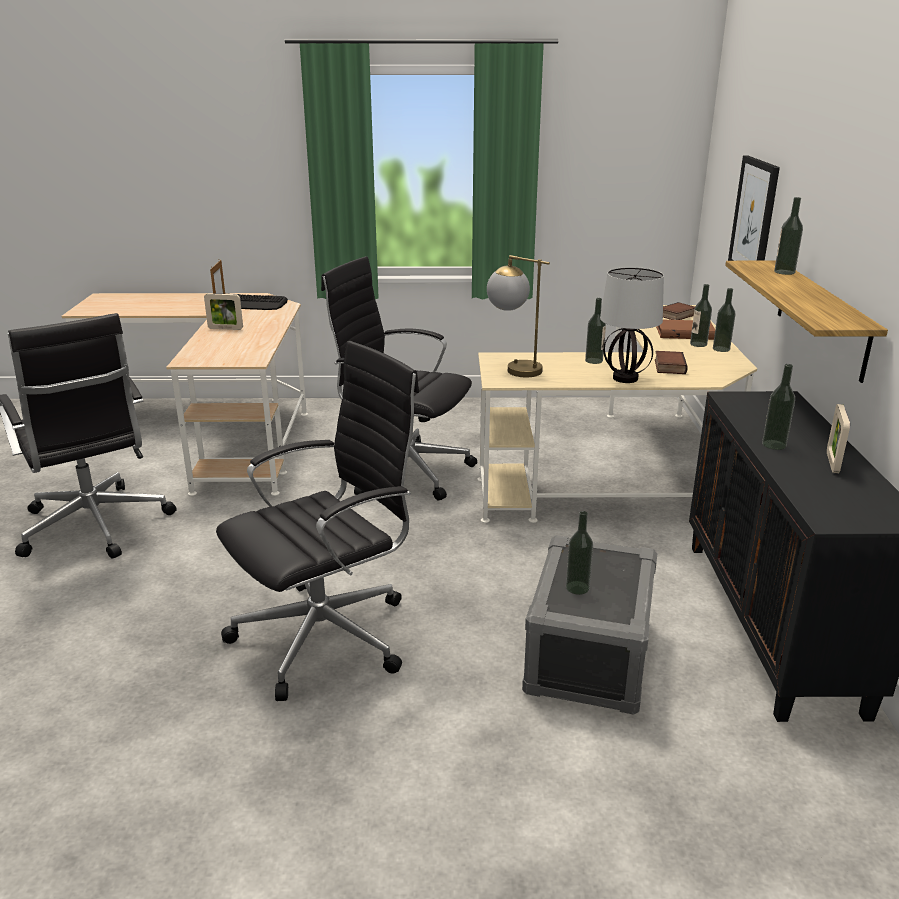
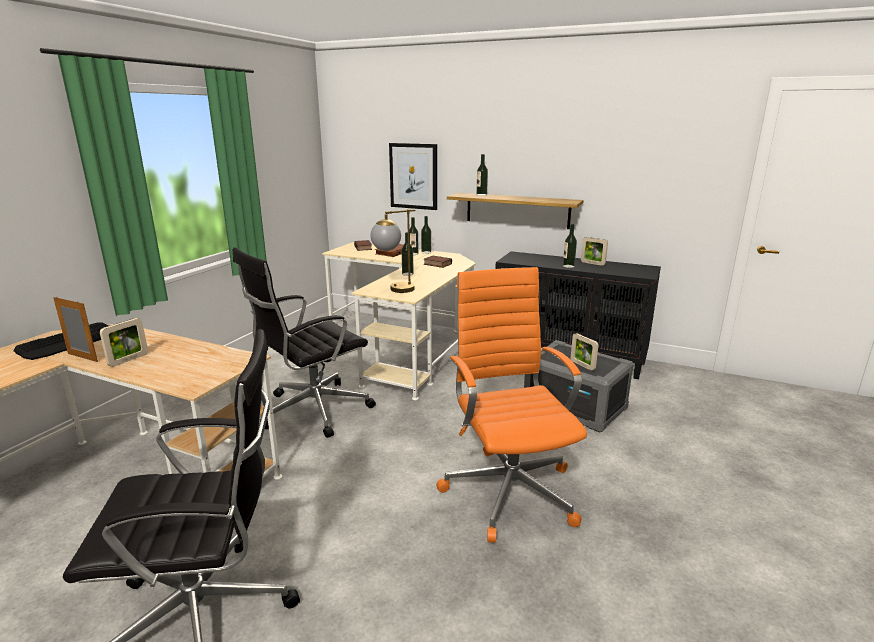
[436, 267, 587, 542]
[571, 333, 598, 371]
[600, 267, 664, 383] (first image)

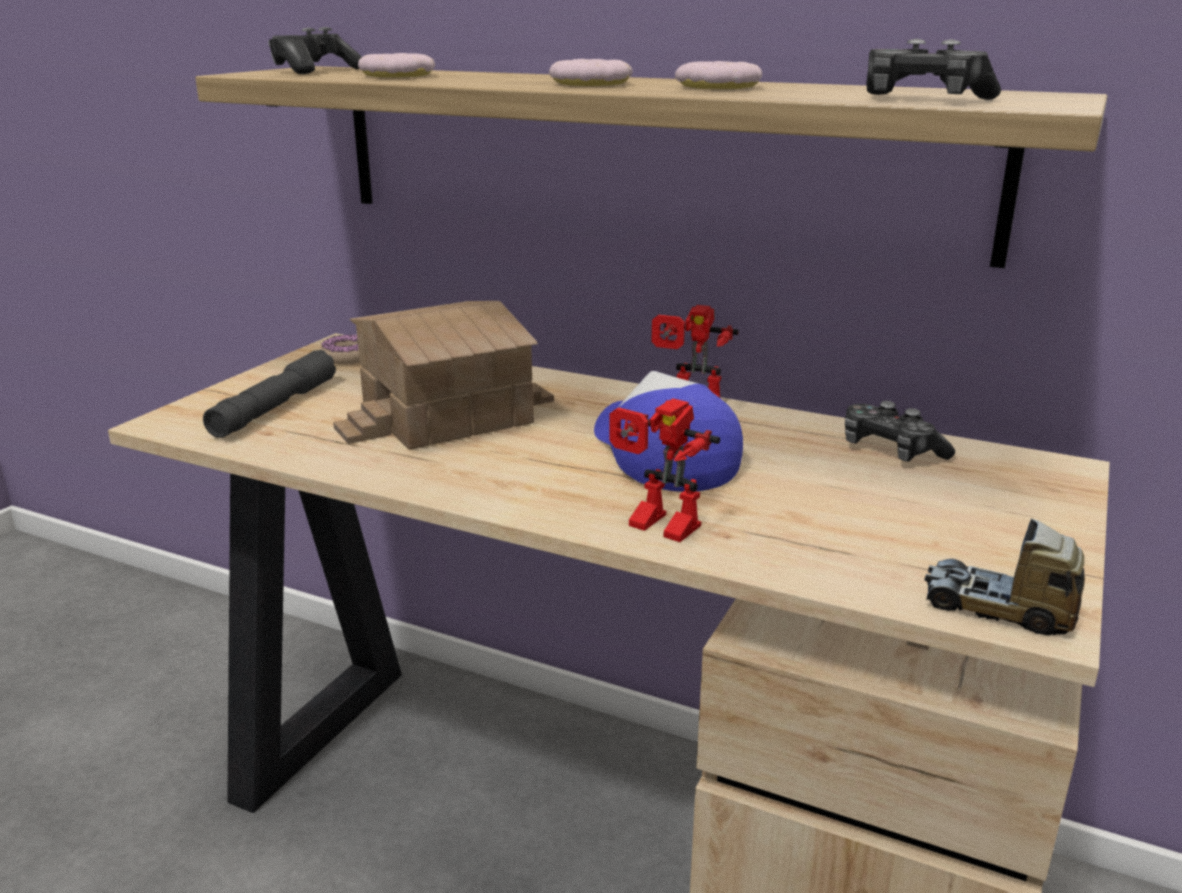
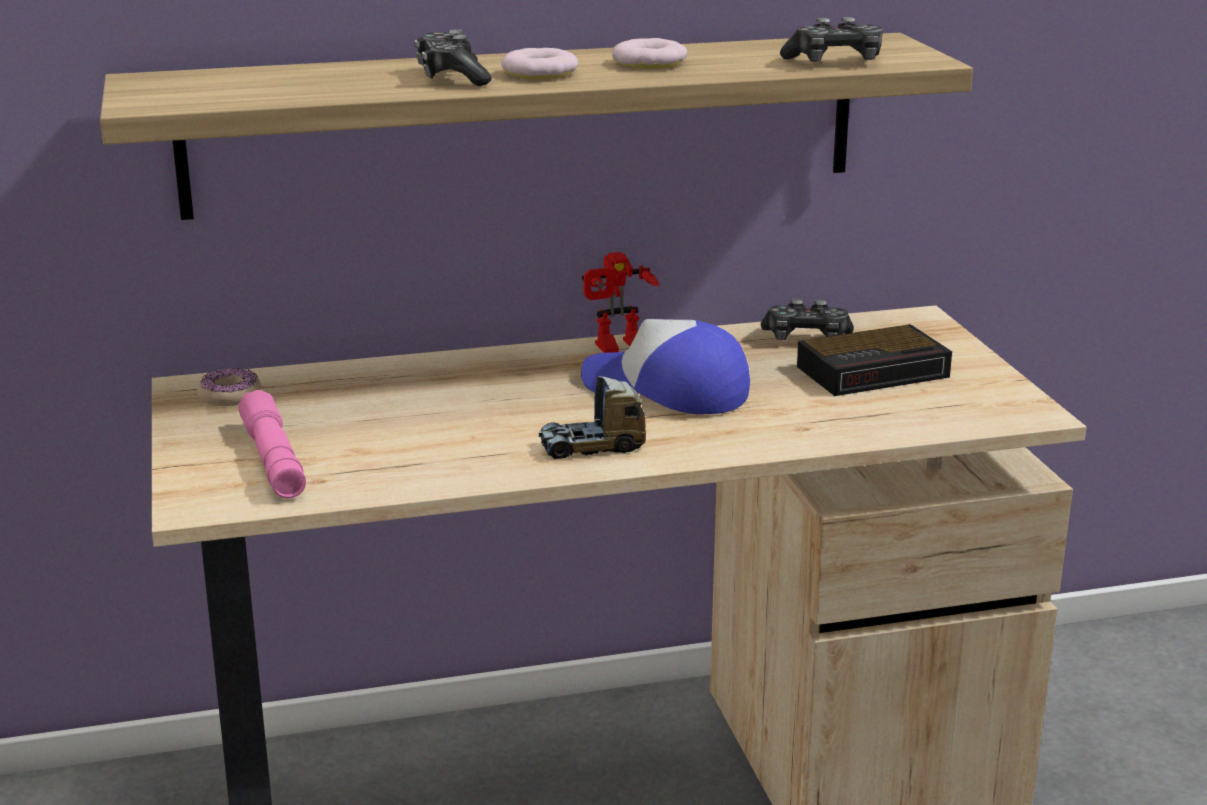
[238, 390, 306, 498]
[414, 29, 491, 86]
[333, 301, 554, 450] (first image)
[358, 53, 435, 78] (first image)
[609, 398, 720, 542] (first image)
[539, 376, 646, 459]
[797, 324, 952, 396]

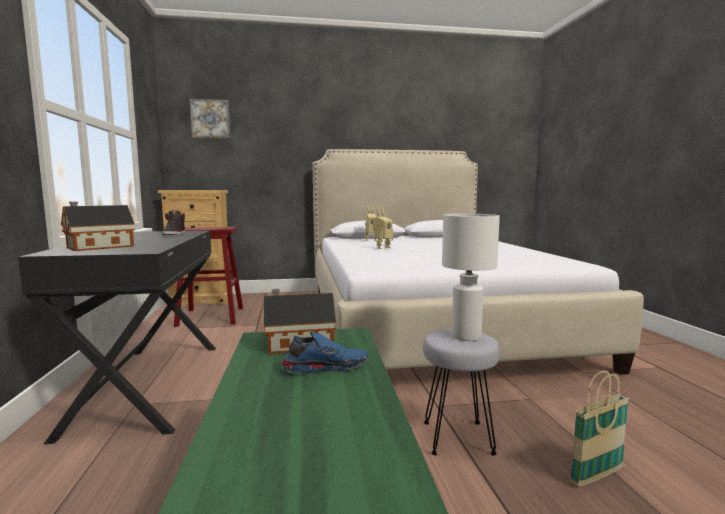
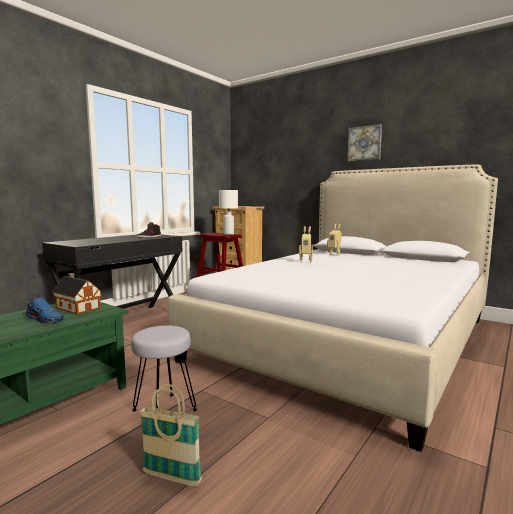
[61, 202, 135, 251] (first image)
[347, 124, 382, 161]
[219, 190, 238, 235]

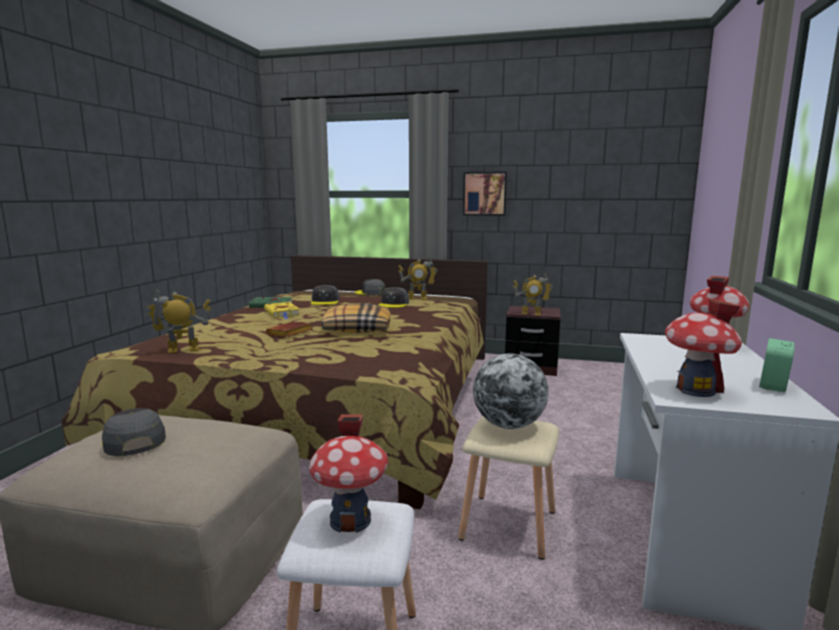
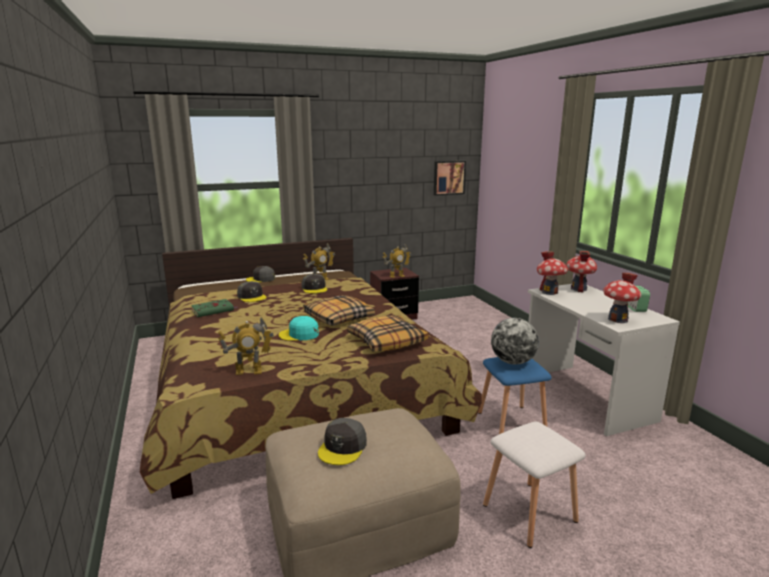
[318, 418, 367, 465]
[218, 316, 274, 375]
[264, 302, 300, 319] (first image)
[279, 316, 319, 341]
[537, 251, 568, 295]
[478, 357, 552, 434]
[434, 161, 466, 196]
[347, 315, 428, 352]

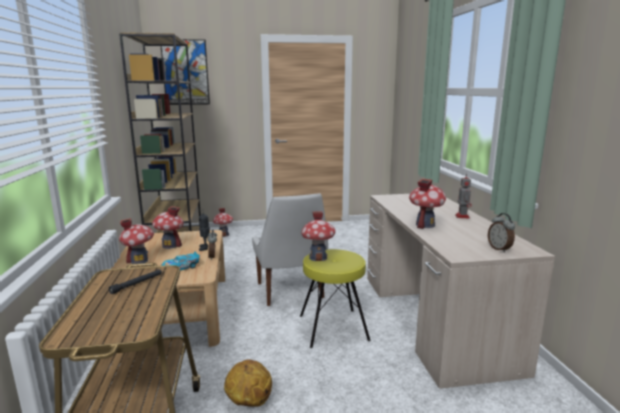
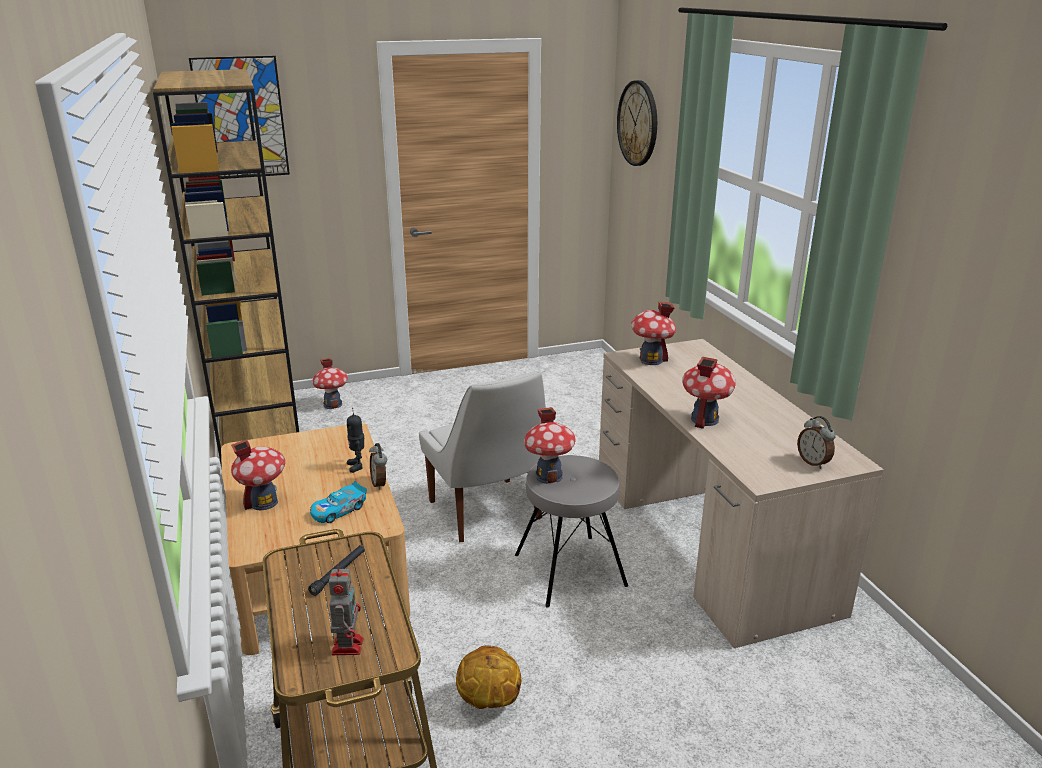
[631, 301, 676, 365]
[515, 455, 628, 607]
[329, 564, 363, 655]
[617, 80, 657, 166]

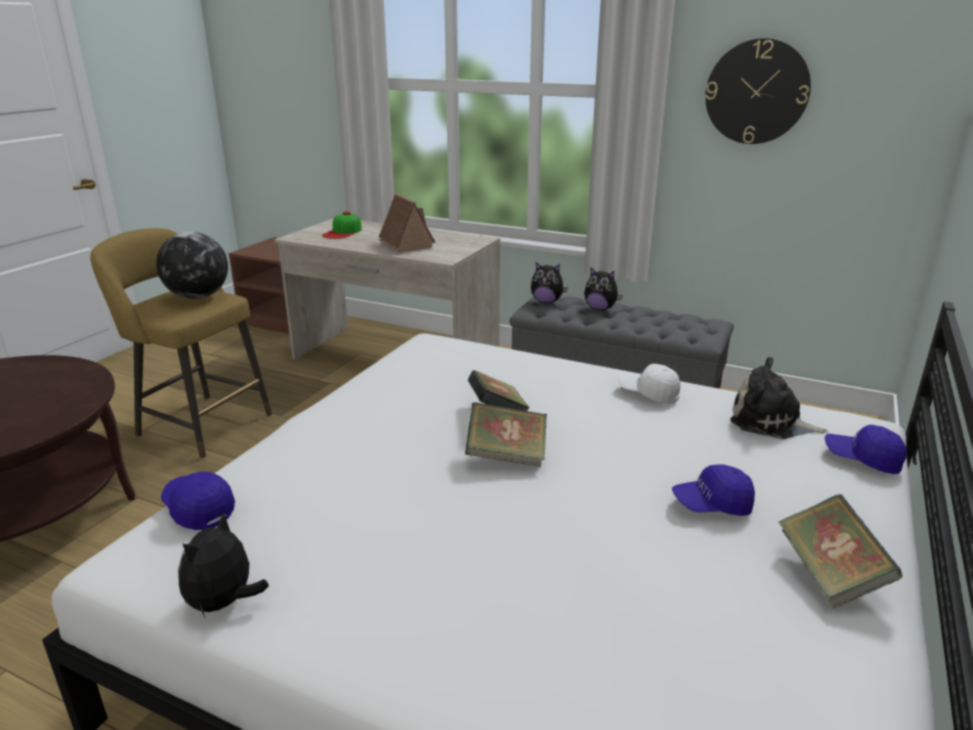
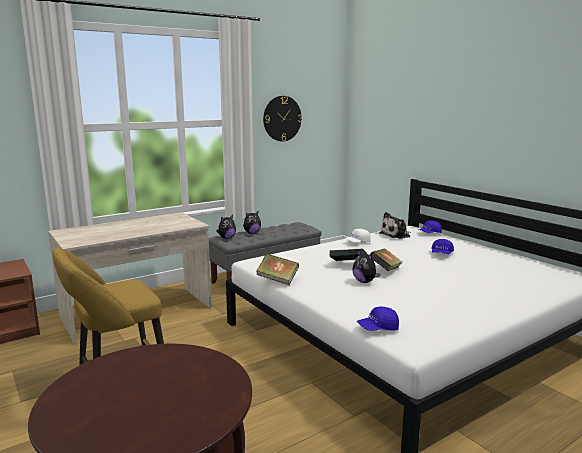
[156, 232, 228, 299] (first image)
[352, 250, 380, 283]
[322, 211, 362, 239] (first image)
[378, 193, 435, 252] (first image)
[256, 254, 299, 285]

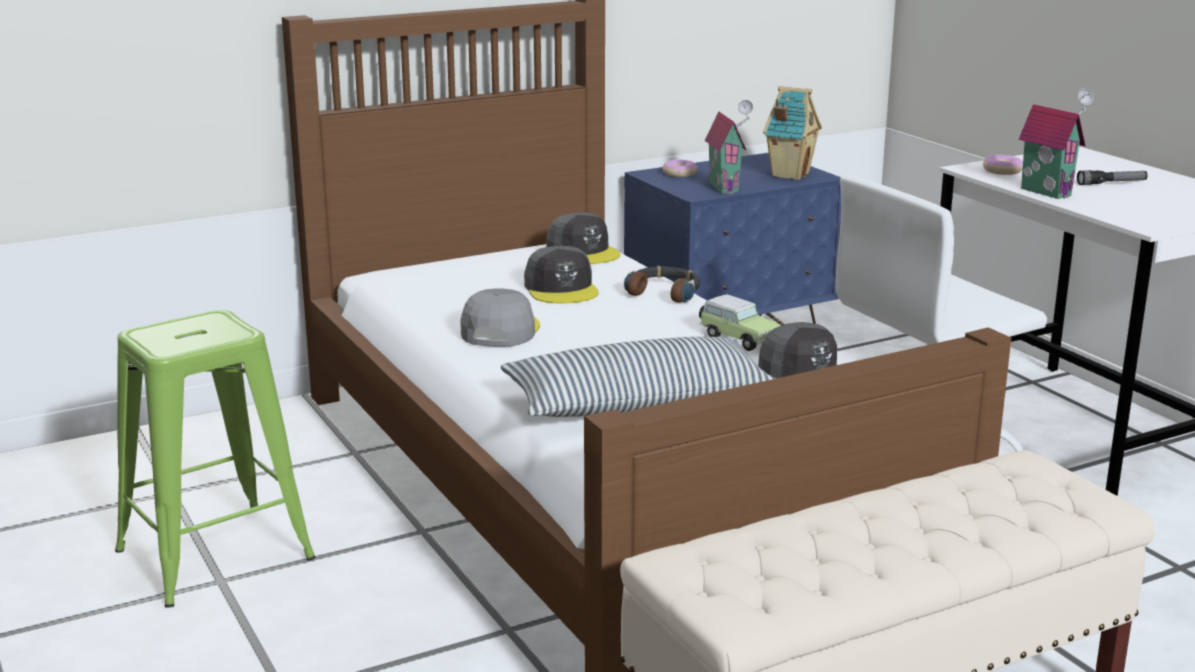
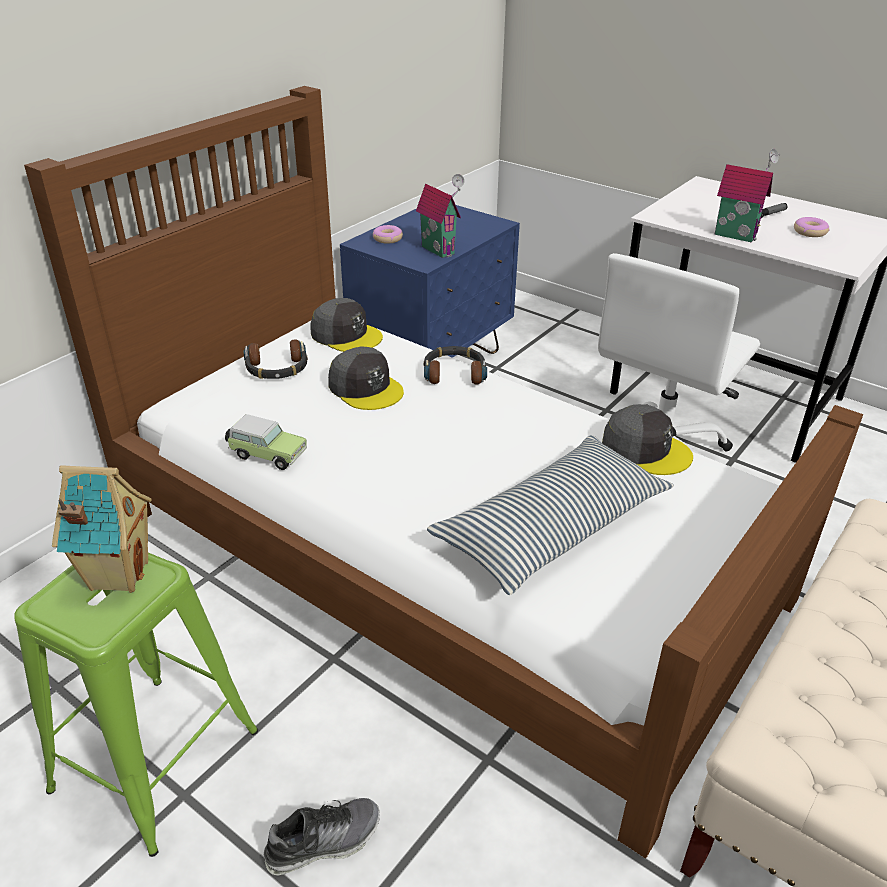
[460, 289, 540, 347] (first image)
[225, 414, 307, 470]
[52, 465, 152, 593]
[794, 217, 830, 237]
[243, 340, 308, 379]
[264, 798, 380, 876]

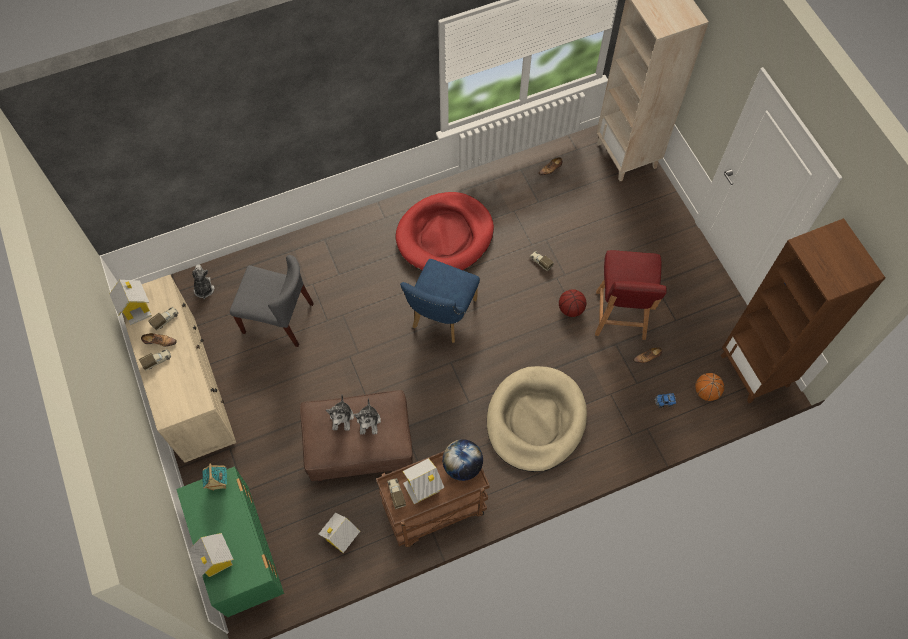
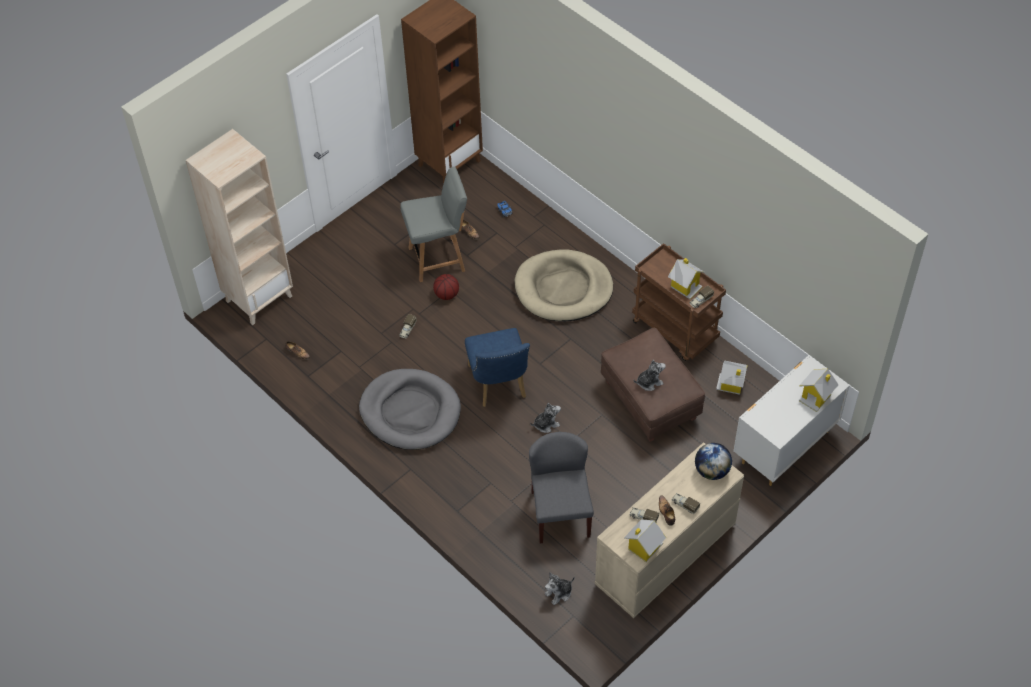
[733, 355, 850, 486]
[203, 464, 227, 491] (first image)
[530, 403, 561, 433]
[359, 369, 461, 450]
[465, 328, 530, 407]
[695, 443, 732, 480]
[400, 167, 467, 282]
[695, 373, 724, 401] (first image)

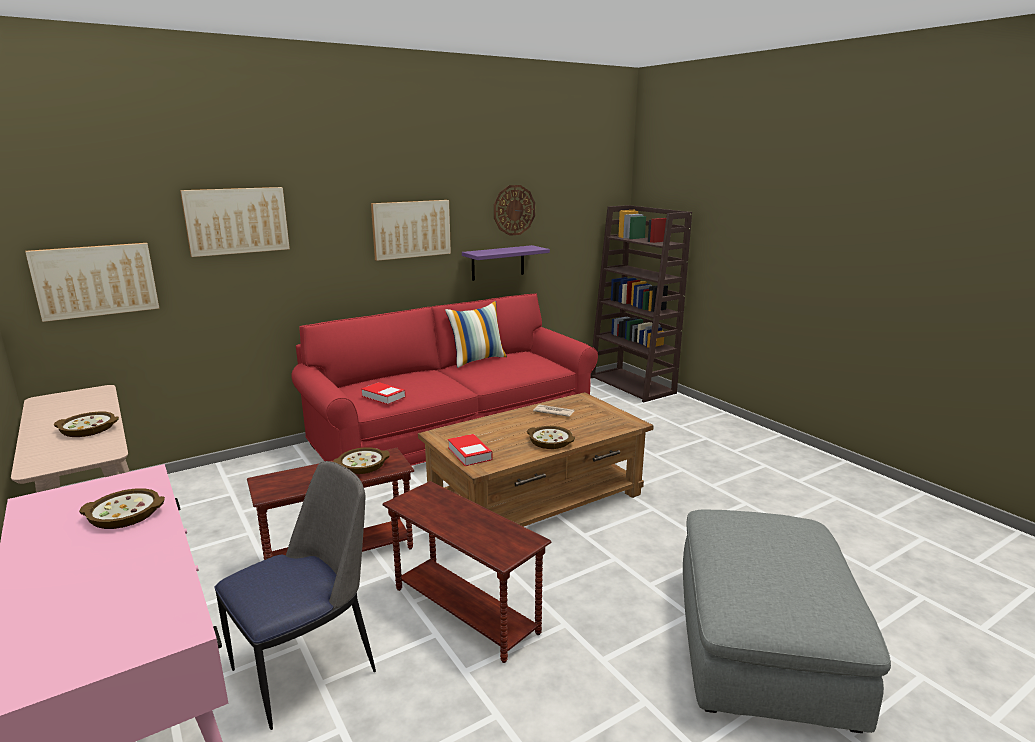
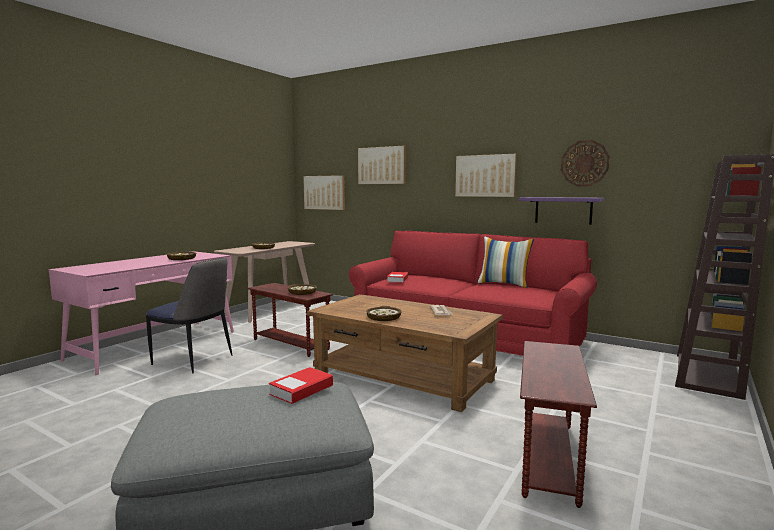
[520, 341, 597, 508]
[269, 367, 333, 404]

